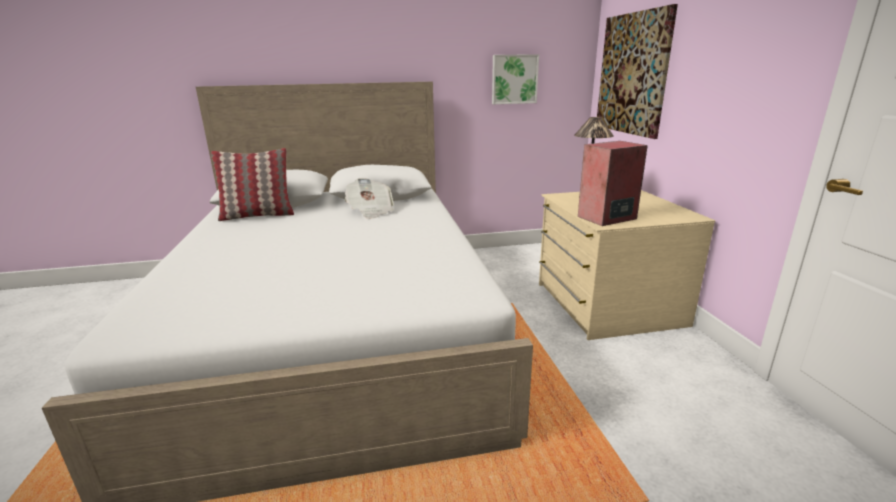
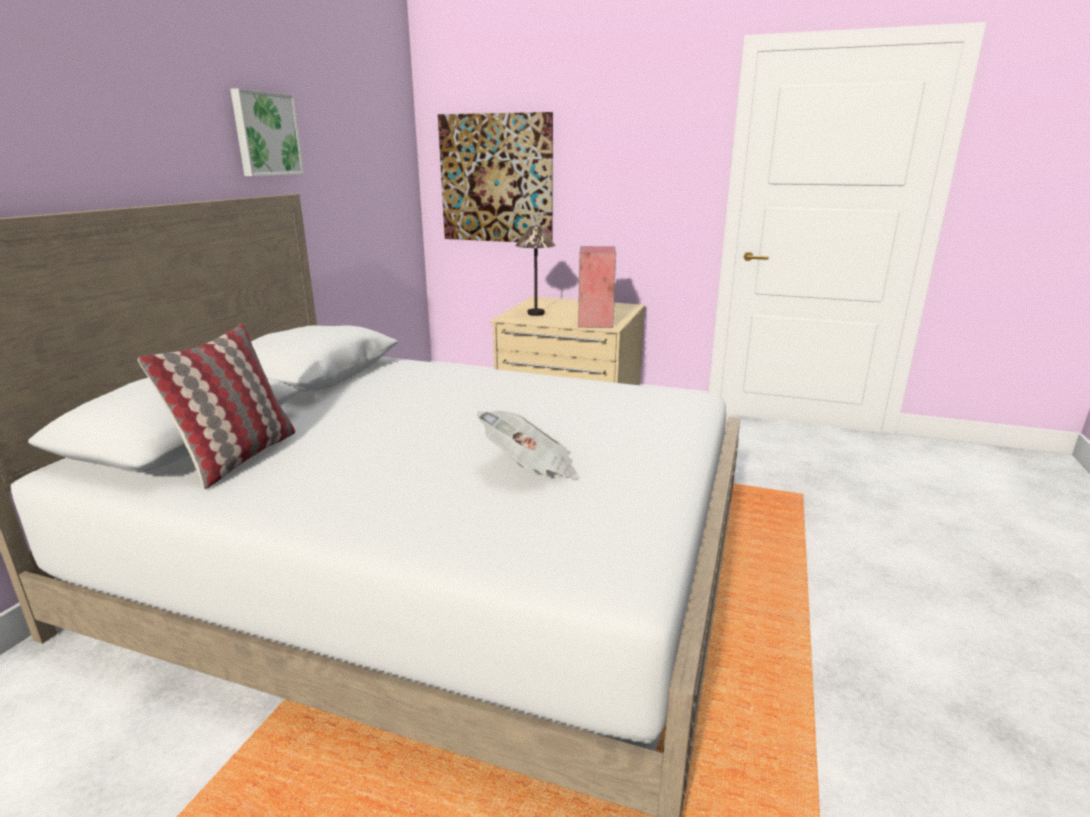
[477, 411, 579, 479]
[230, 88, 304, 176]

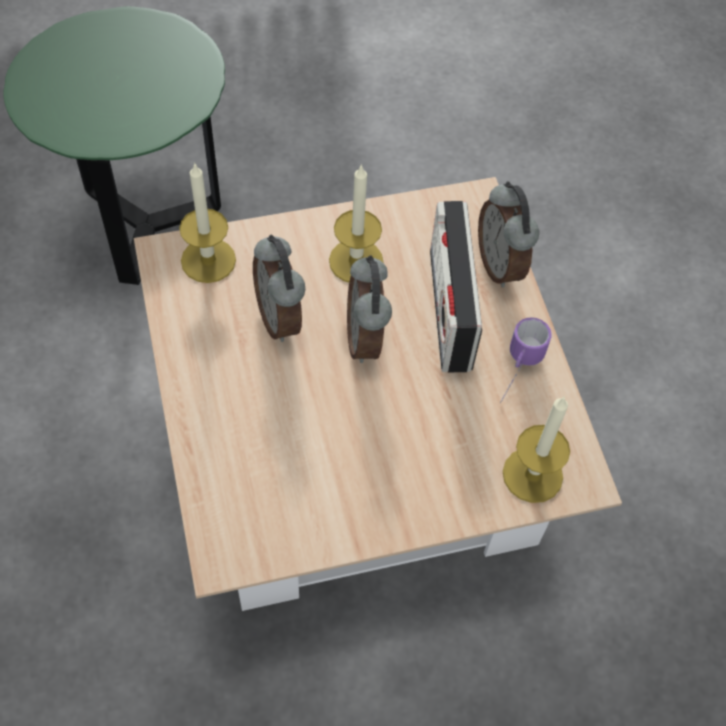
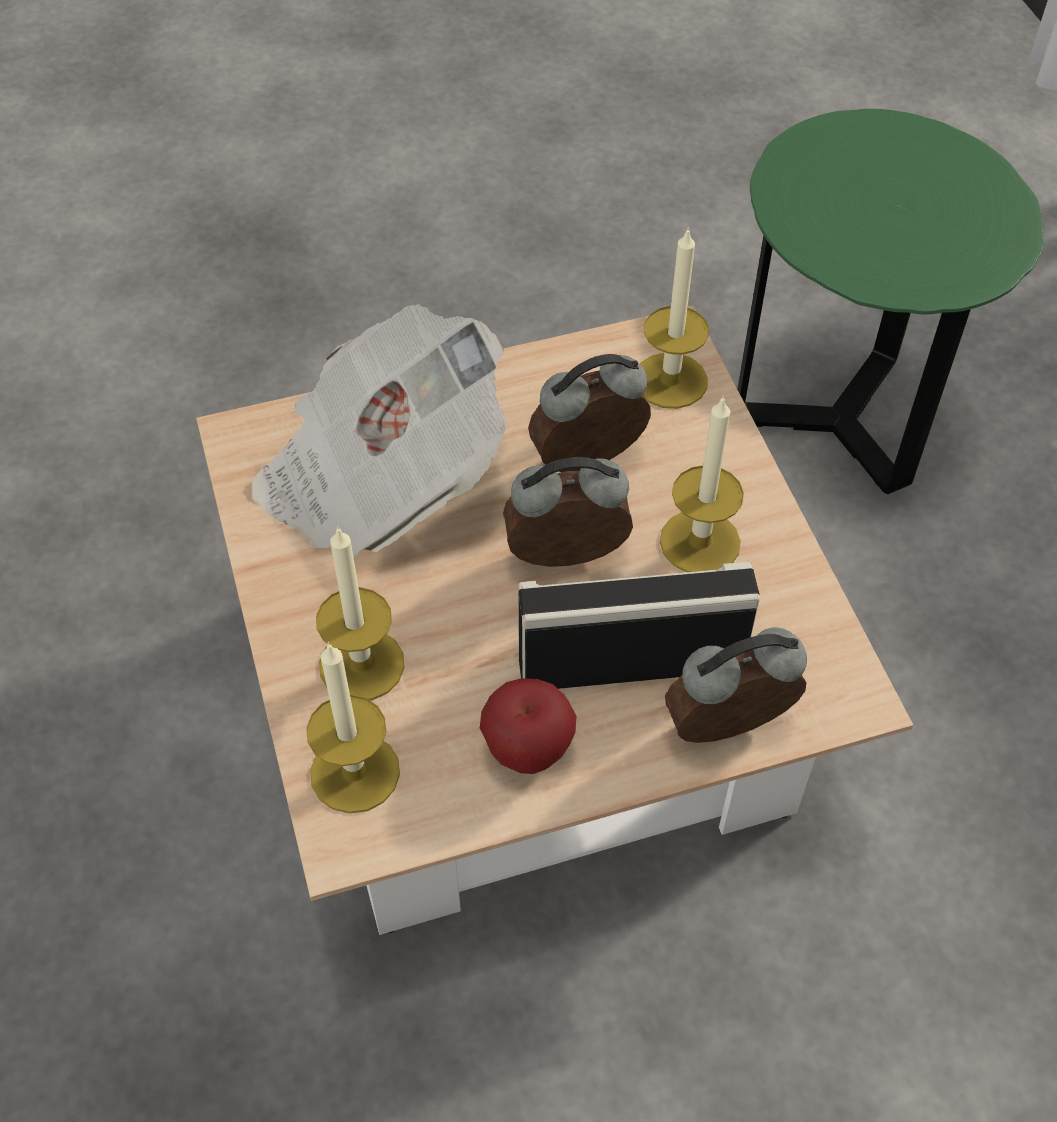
[480, 678, 577, 774]
[252, 304, 506, 560]
[316, 526, 405, 700]

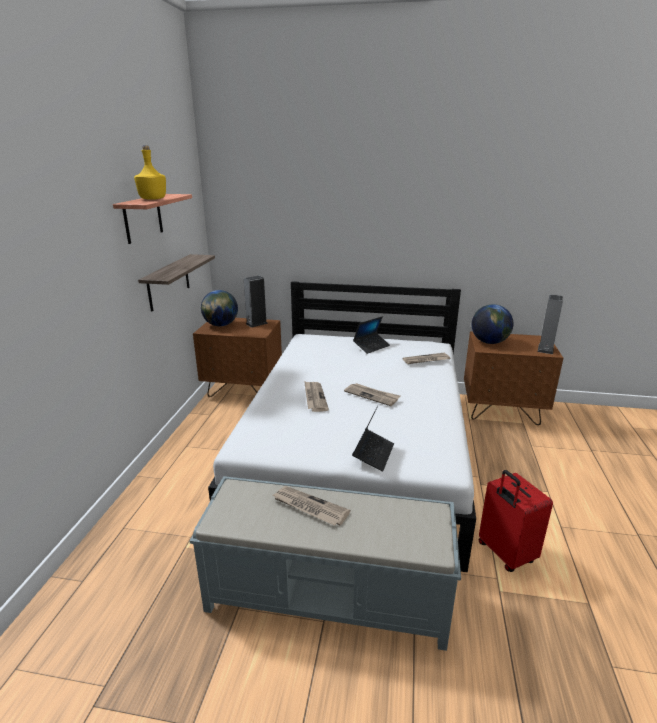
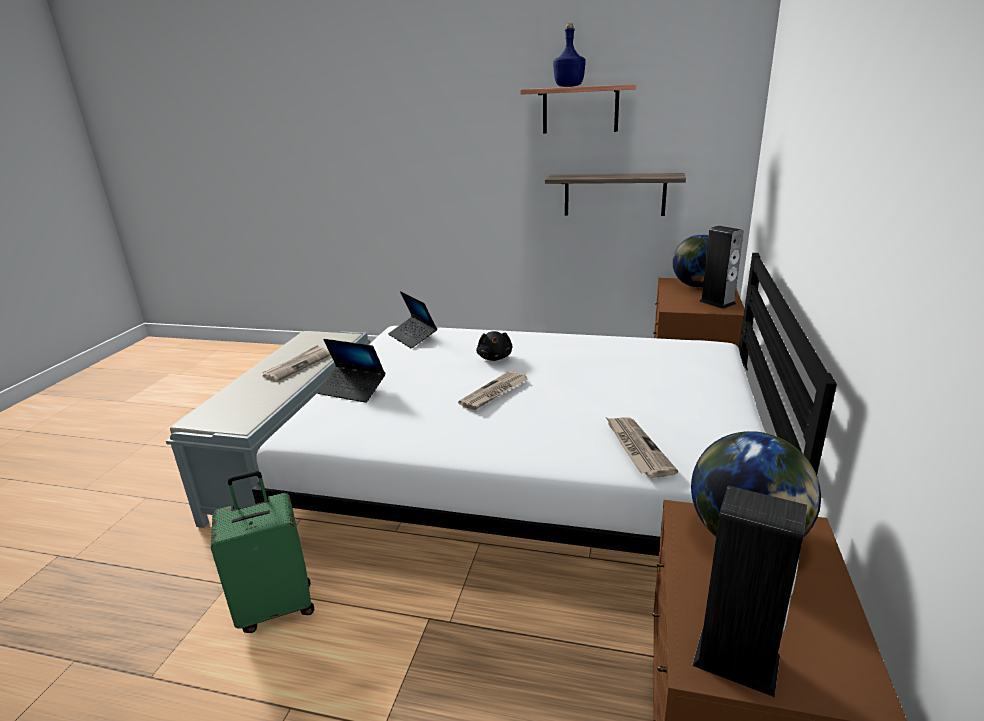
[553, 23, 585, 87]
[476, 331, 512, 361]
[388, 291, 437, 348]
[211, 471, 314, 633]

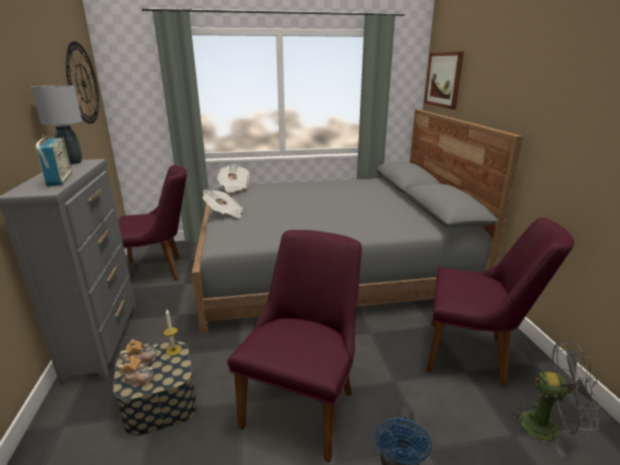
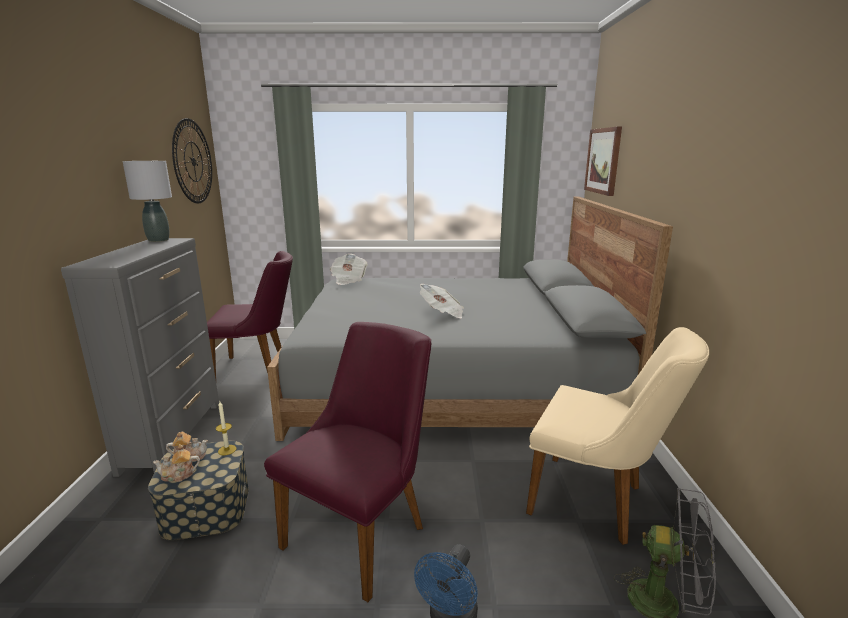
[36, 135, 72, 186] (first image)
[153, 444, 200, 482]
[420, 284, 464, 318]
[526, 327, 709, 545]

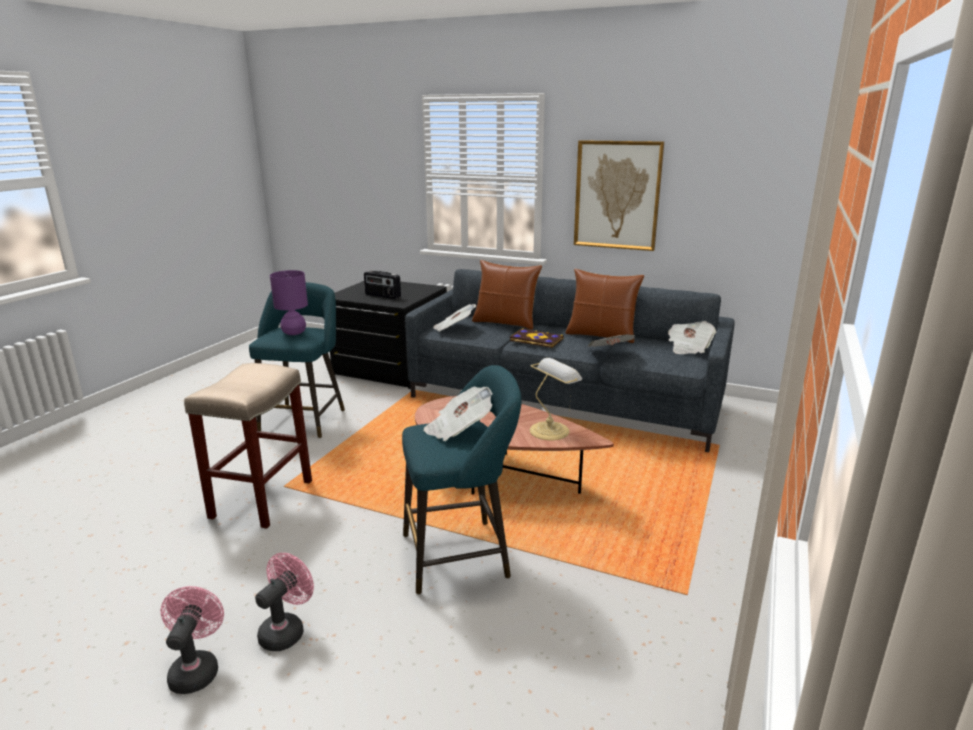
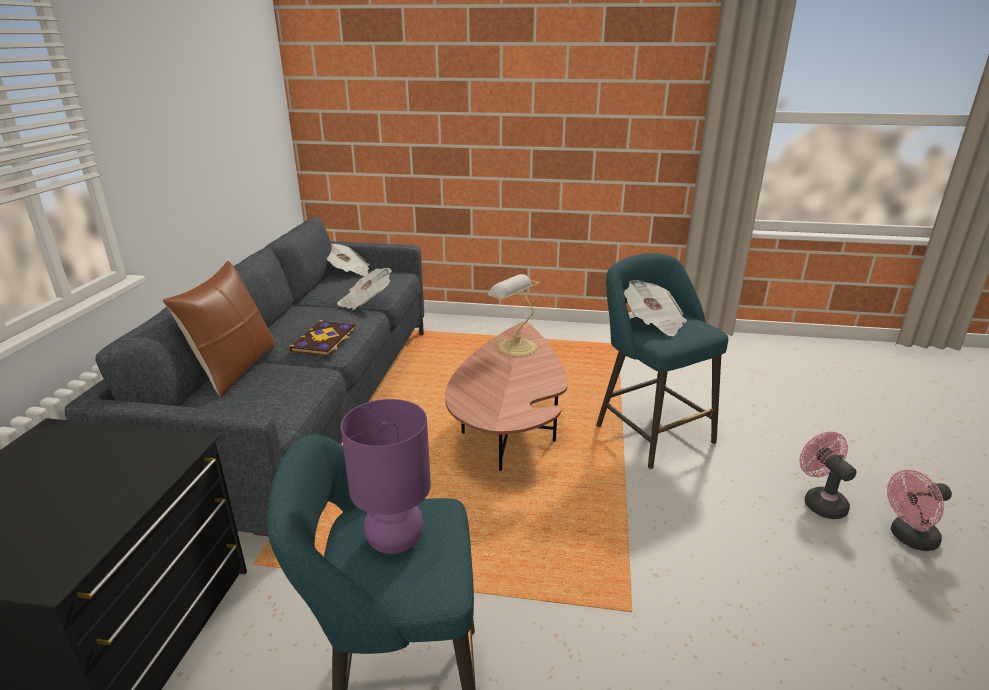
[184, 363, 312, 529] (first image)
[799, 432, 856, 519]
[364, 271, 401, 299] (first image)
[433, 304, 476, 332] (first image)
[565, 269, 644, 343] (first image)
[574, 140, 664, 251] (first image)

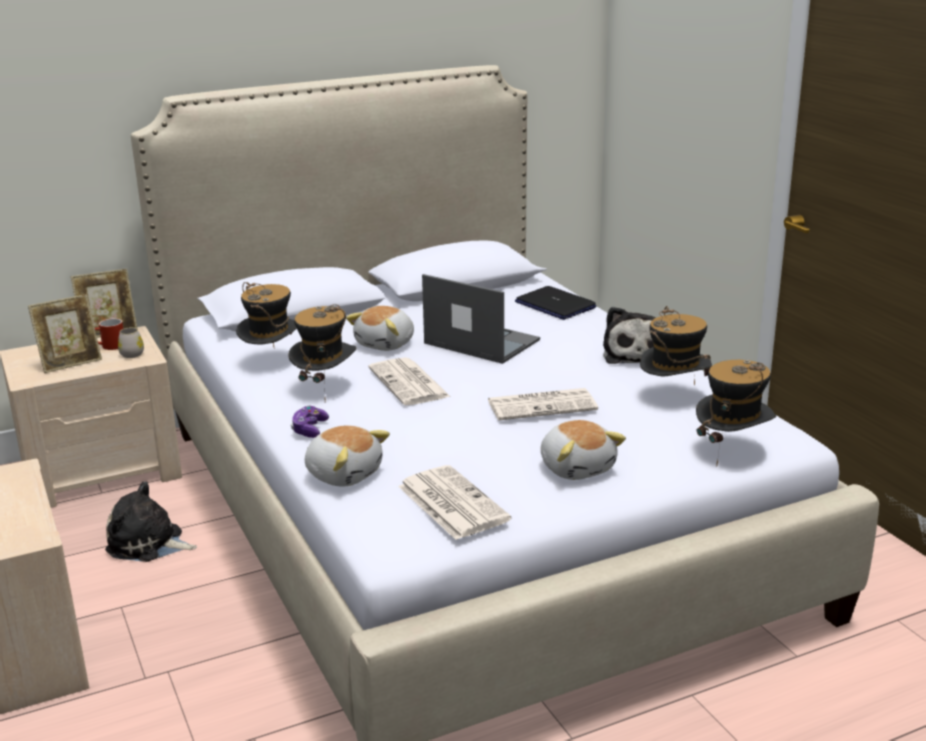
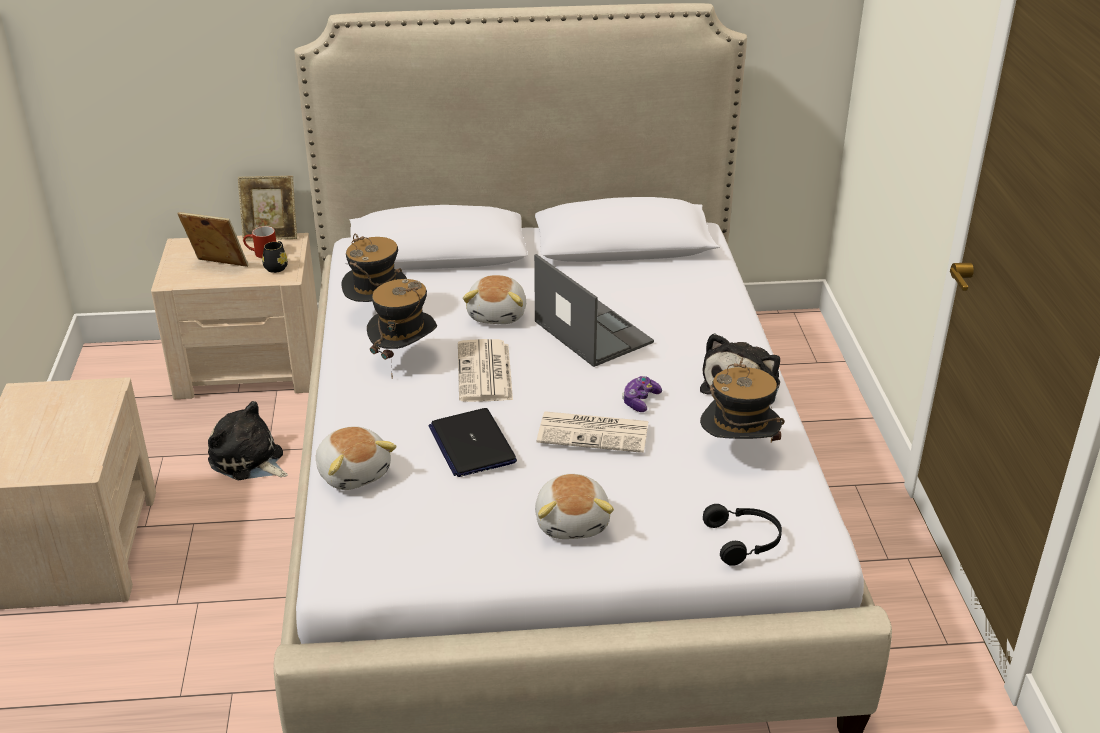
[177, 212, 249, 267]
[262, 241, 288, 273]
[622, 376, 662, 412]
[463, 275, 526, 324]
[398, 465, 511, 540] (first image)
[428, 408, 517, 477]
[703, 504, 782, 566]

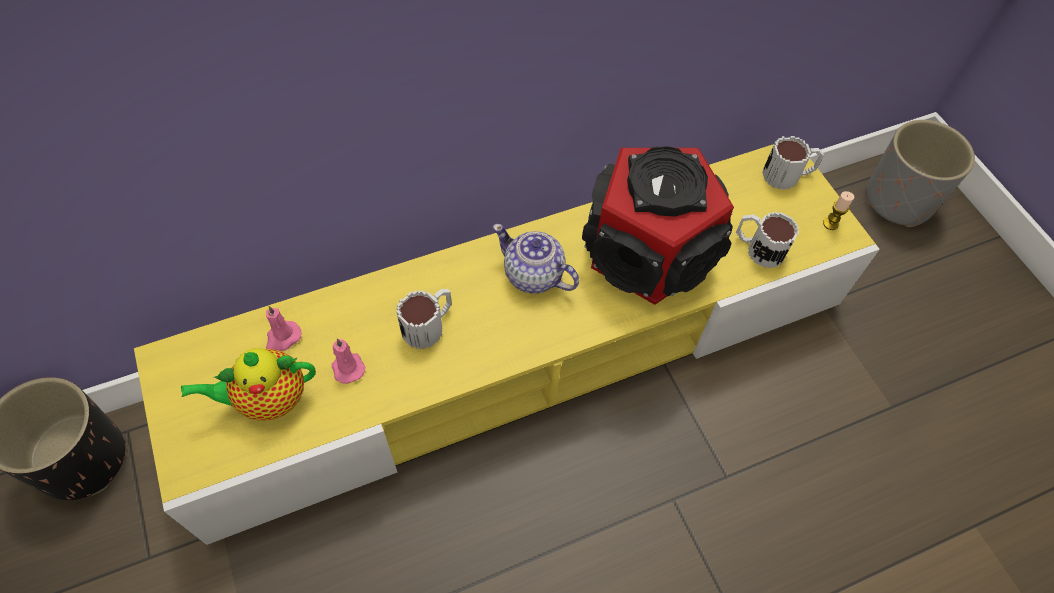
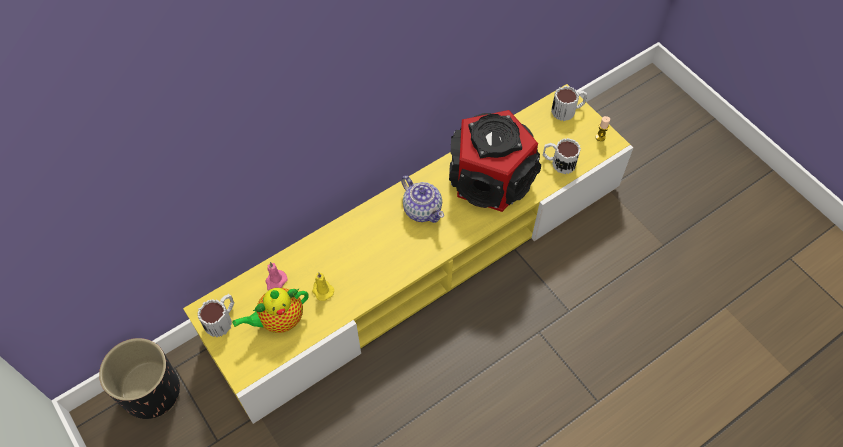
[312, 273, 334, 301]
[197, 294, 234, 337]
[401, 176, 444, 223]
[865, 120, 975, 227] (first image)

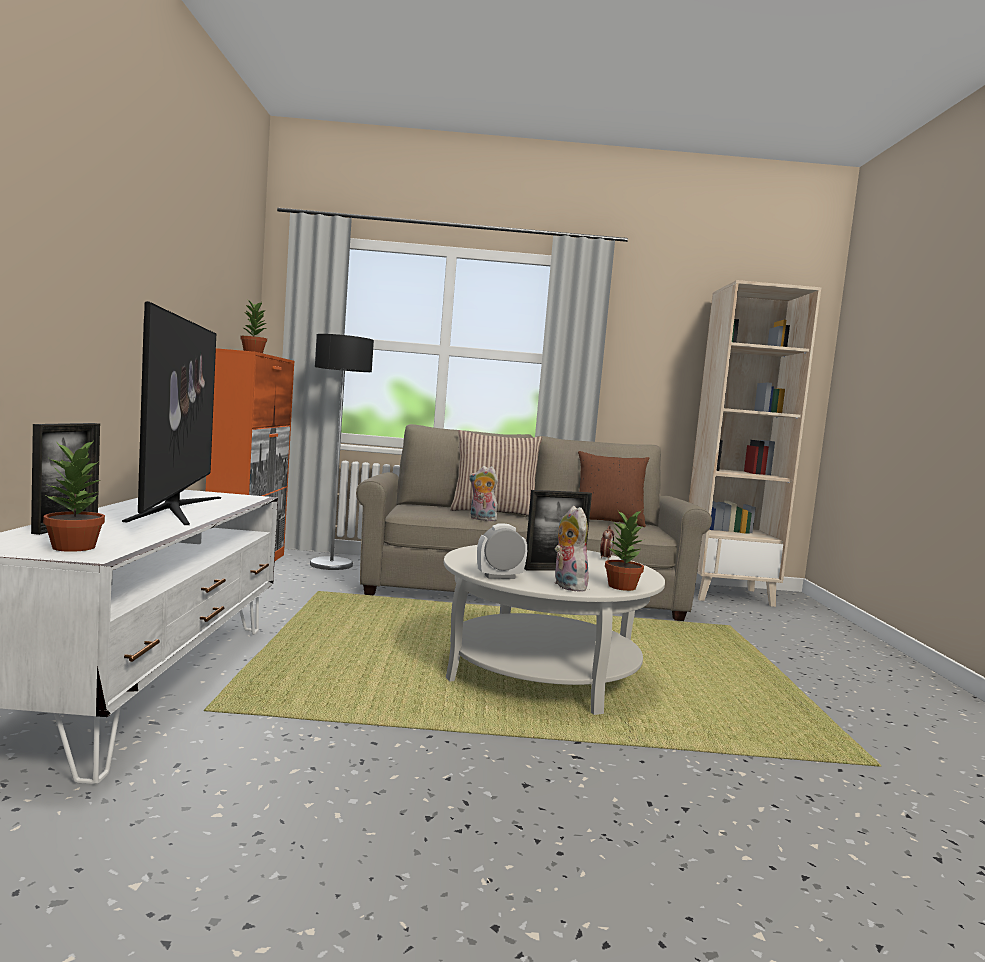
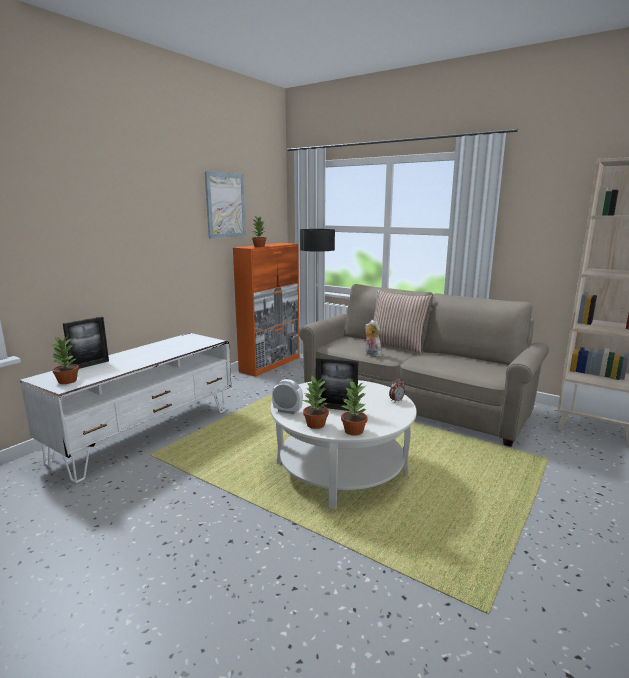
[122, 301, 221, 525] (first image)
[303, 376, 329, 429]
[578, 451, 649, 527] (first image)
[205, 171, 246, 238]

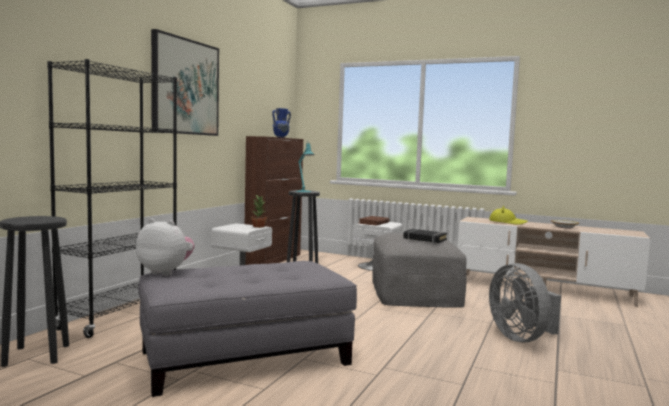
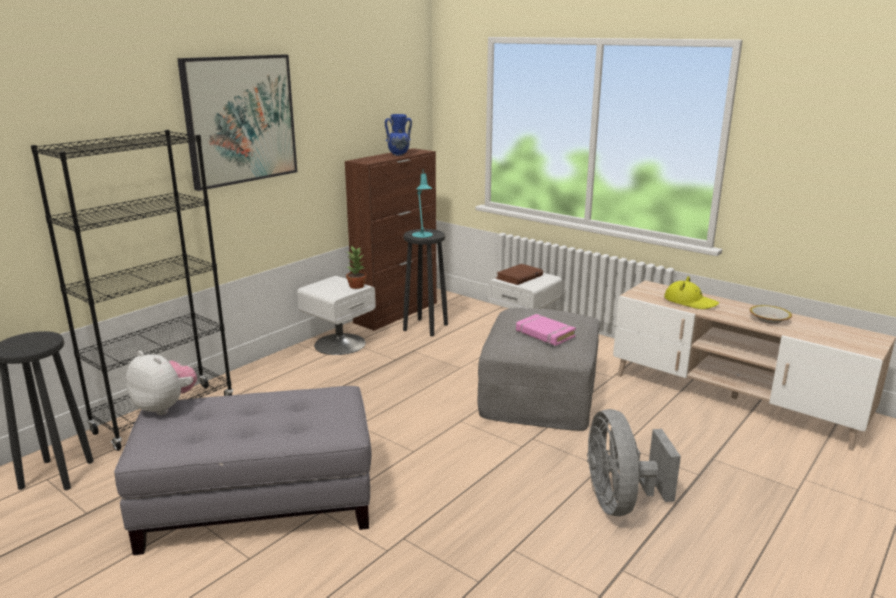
[516, 314, 576, 346]

